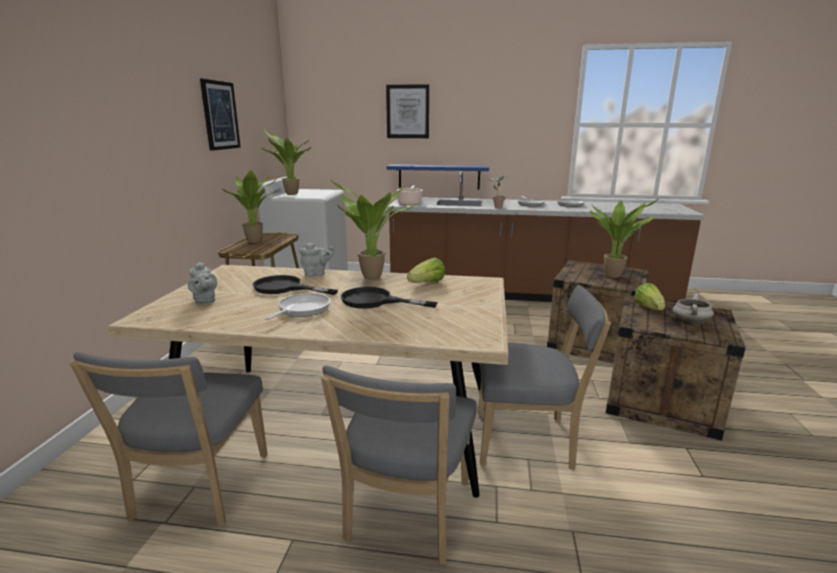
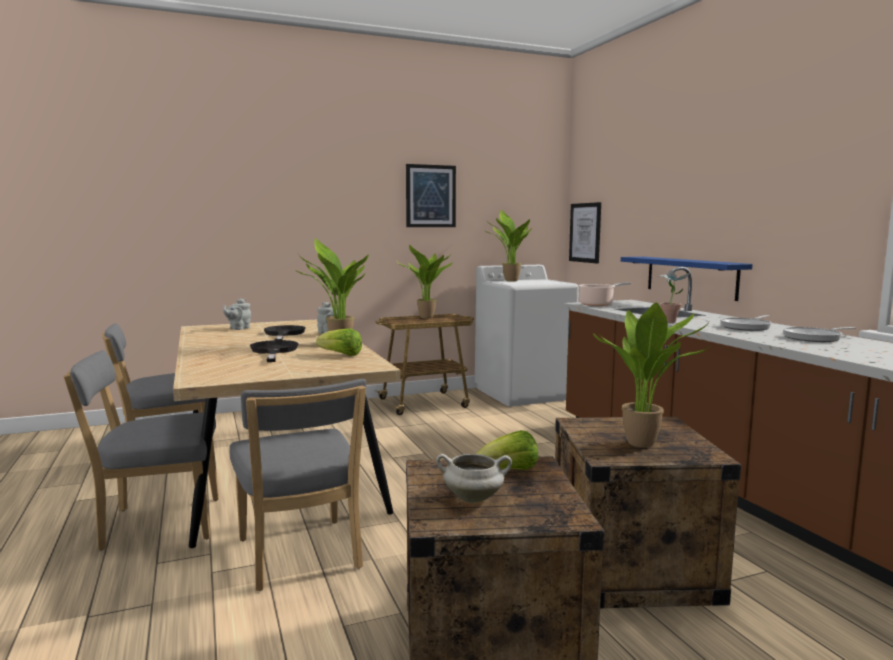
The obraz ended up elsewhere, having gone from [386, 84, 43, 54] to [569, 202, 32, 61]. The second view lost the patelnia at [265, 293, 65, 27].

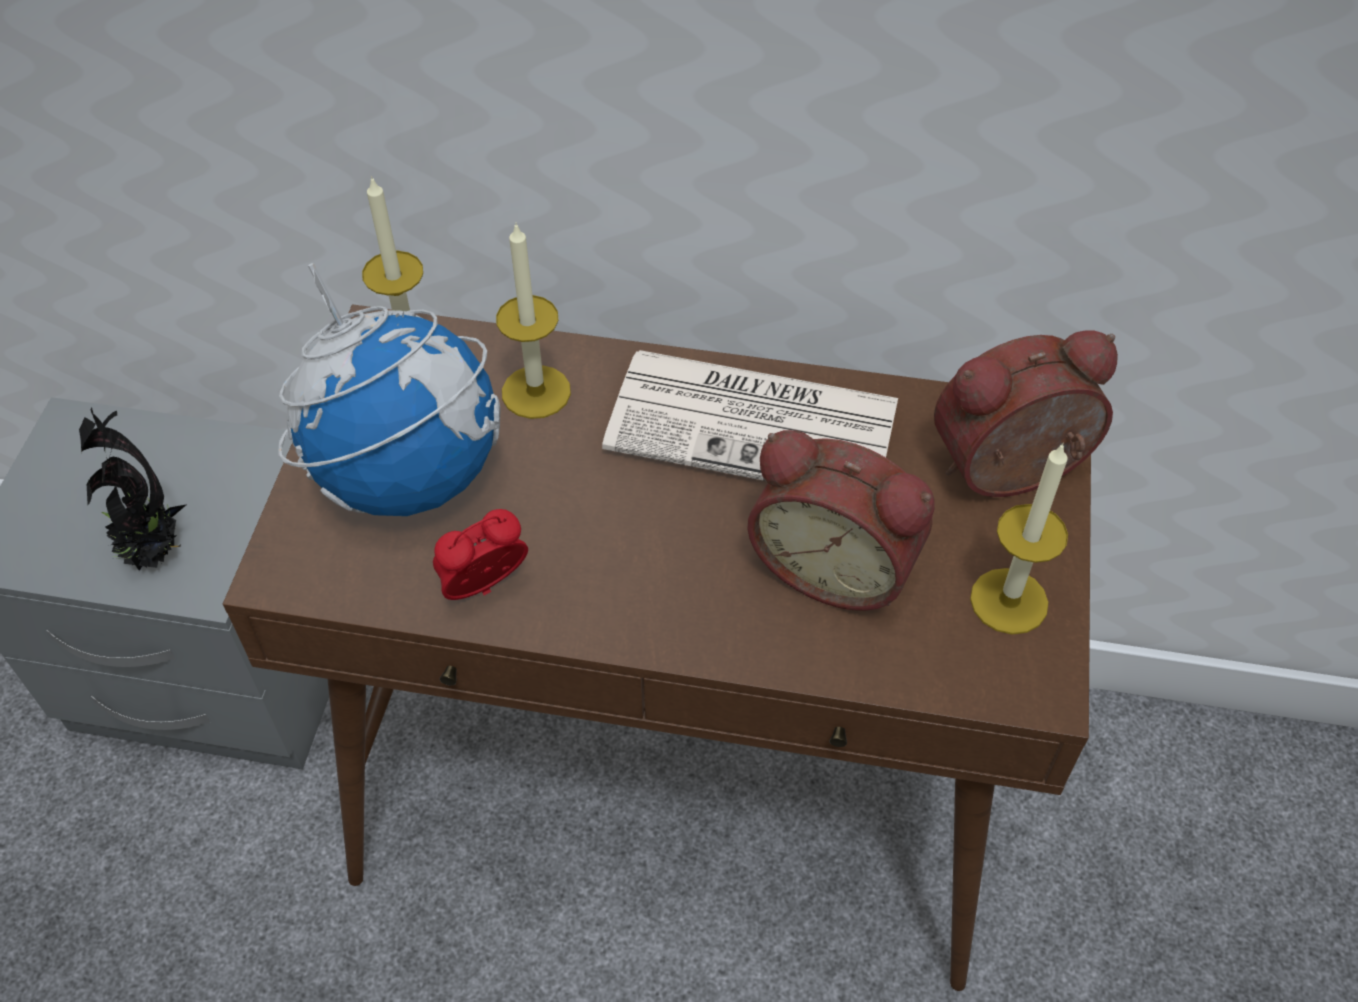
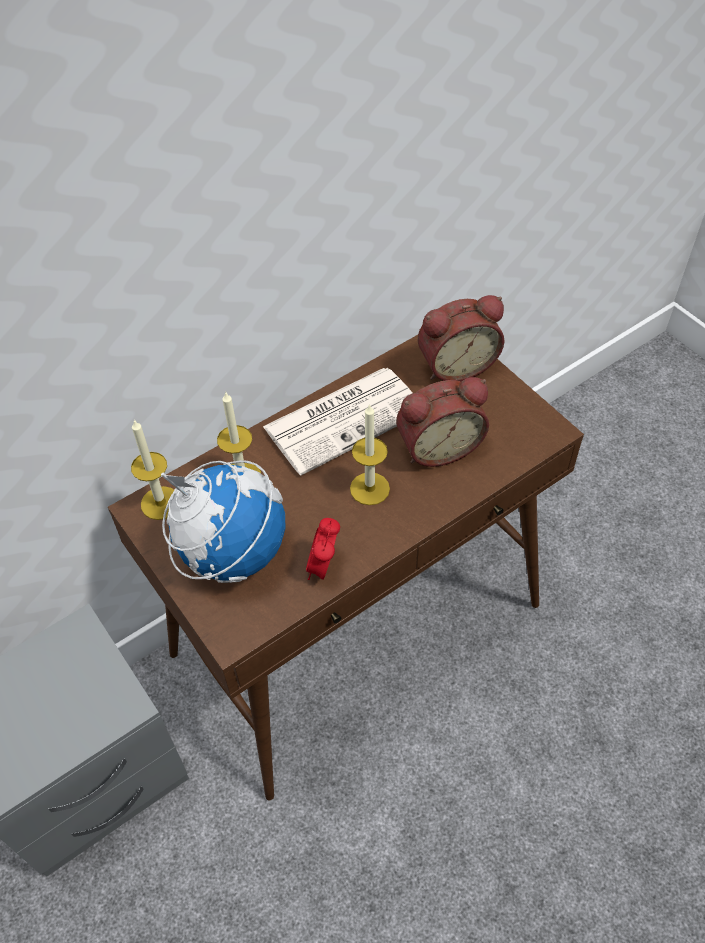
The świeca ended up elsewhere, having gone from [970, 443, 98, 191] to [350, 404, 40, 101]. The budzik at [934, 331, 184, 166] ended up facing another way, 135 degrees counterclockwise from before. The second view lost the roślina doniczkowa at [79, 408, 107, 163].

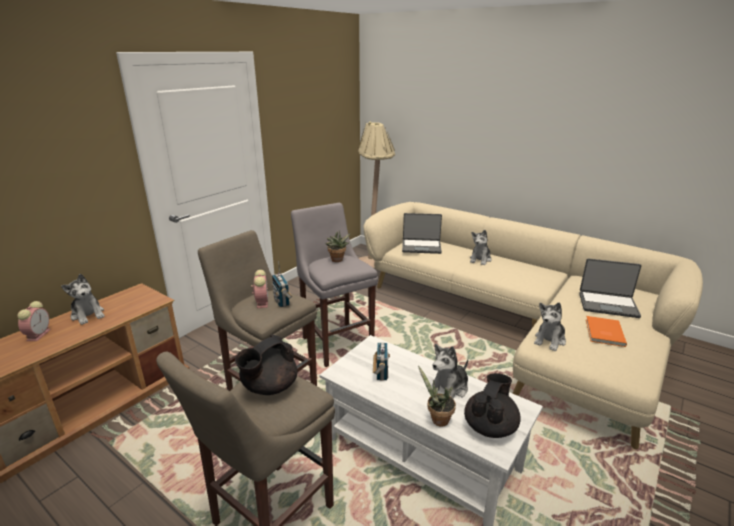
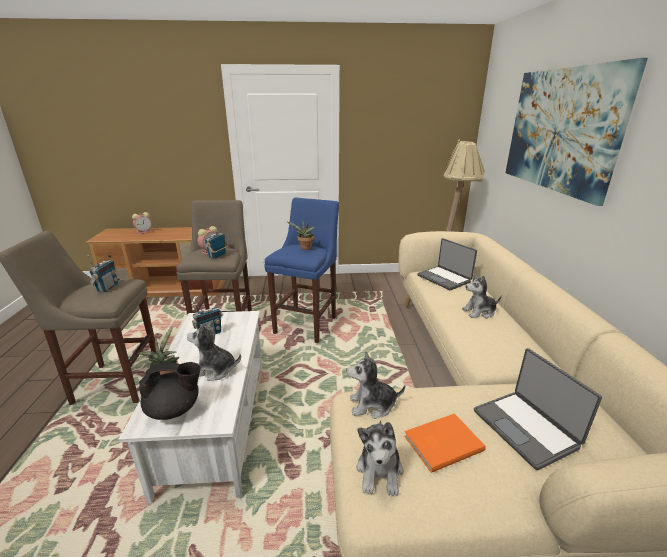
Where the imbryk [czarny] stood at [235, 335, 62, 60], the radio came to stand at [88, 255, 30, 37]. What was the stołek [szary] at [291, 203, 87, 164] turned into the stołek [niebieski] at [264, 197, 75, 146]. The pluszak ended up elsewhere, having gone from [61, 274, 44, 51] to [357, 420, 46, 76]. The second view gained the obraz at [506, 58, 142, 148].

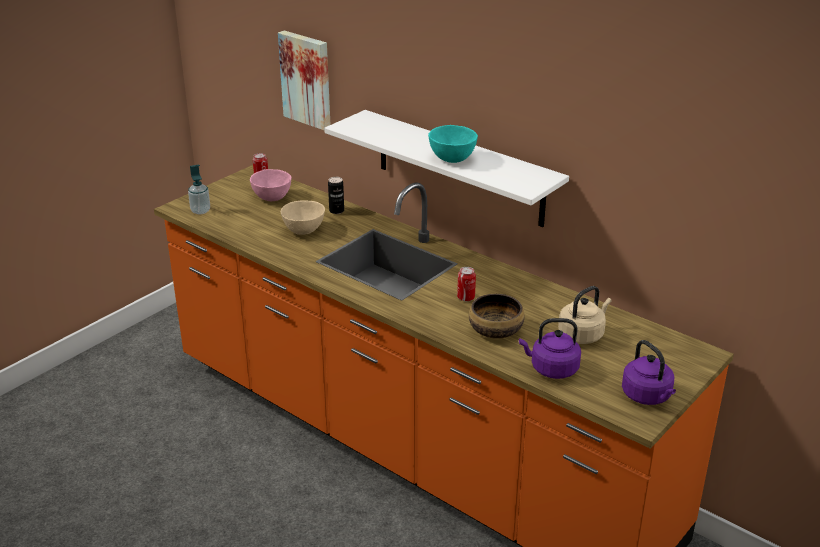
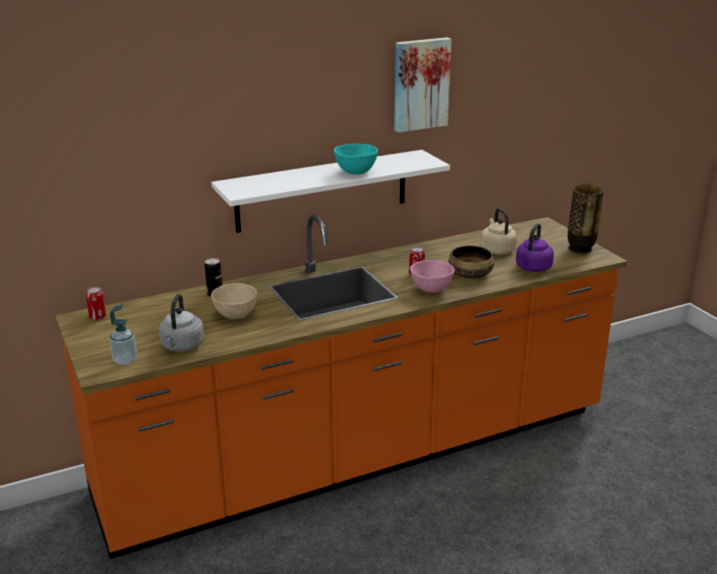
The second view gained the czajnik [szary] at [159, 294, 45, 58]. The obraz ended up elsewhere, having gone from [278, 31, 52, 99] to [394, 37, 58, 96]. The miska [różowy] ended up elsewhere, having gone from [250, 169, 41, 32] to [410, 260, 45, 33]. Where the czajnik [fioletowy] stood at [622, 340, 54, 65], the wazon came to stand at [568, 183, 36, 71].

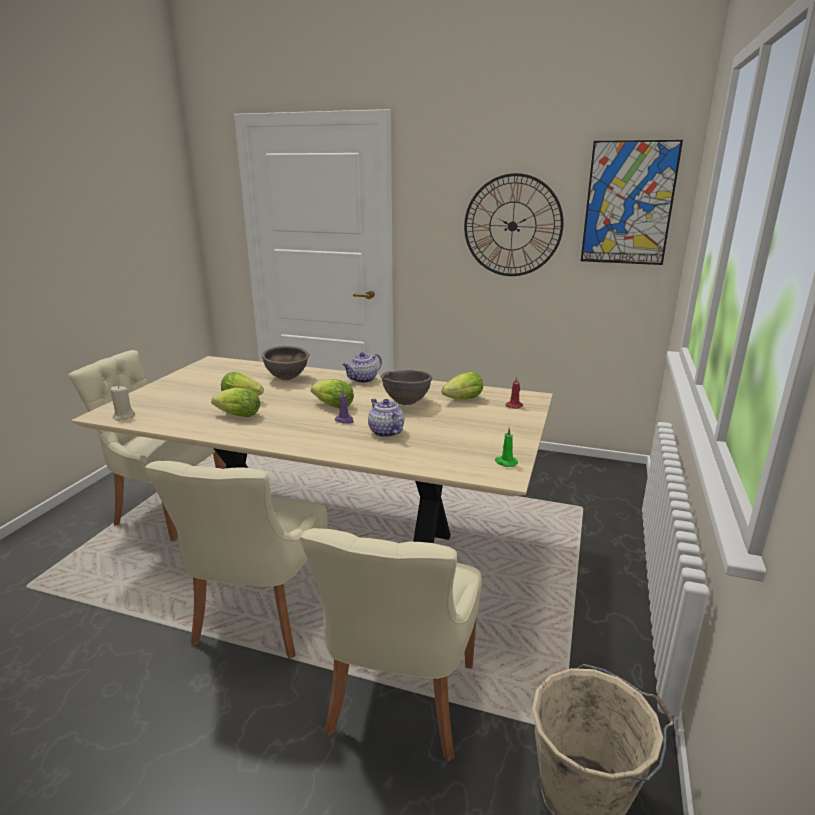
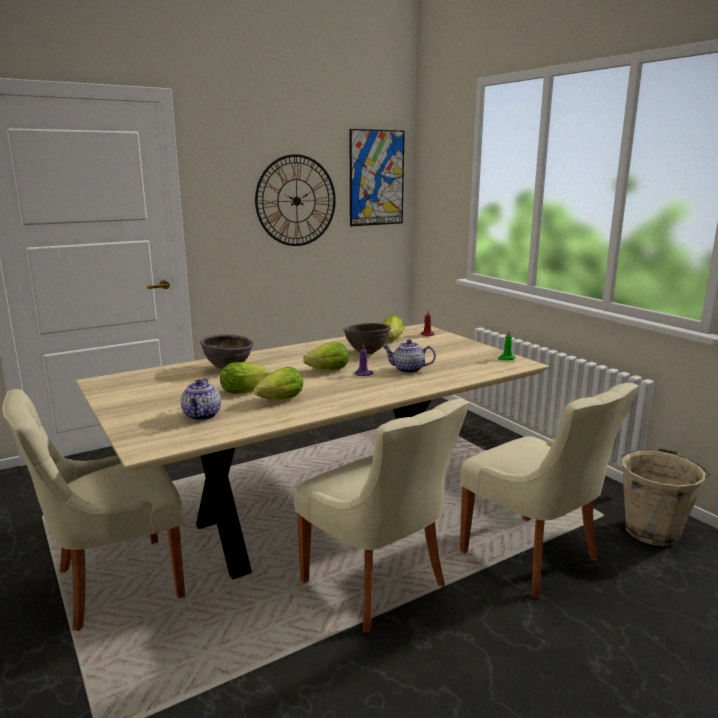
The imbryk ended up elsewhere, having gone from [343, 352, 39, 31] to [181, 378, 40, 42]. The second view lost the świeca [beżowy] at [111, 386, 24, 35].

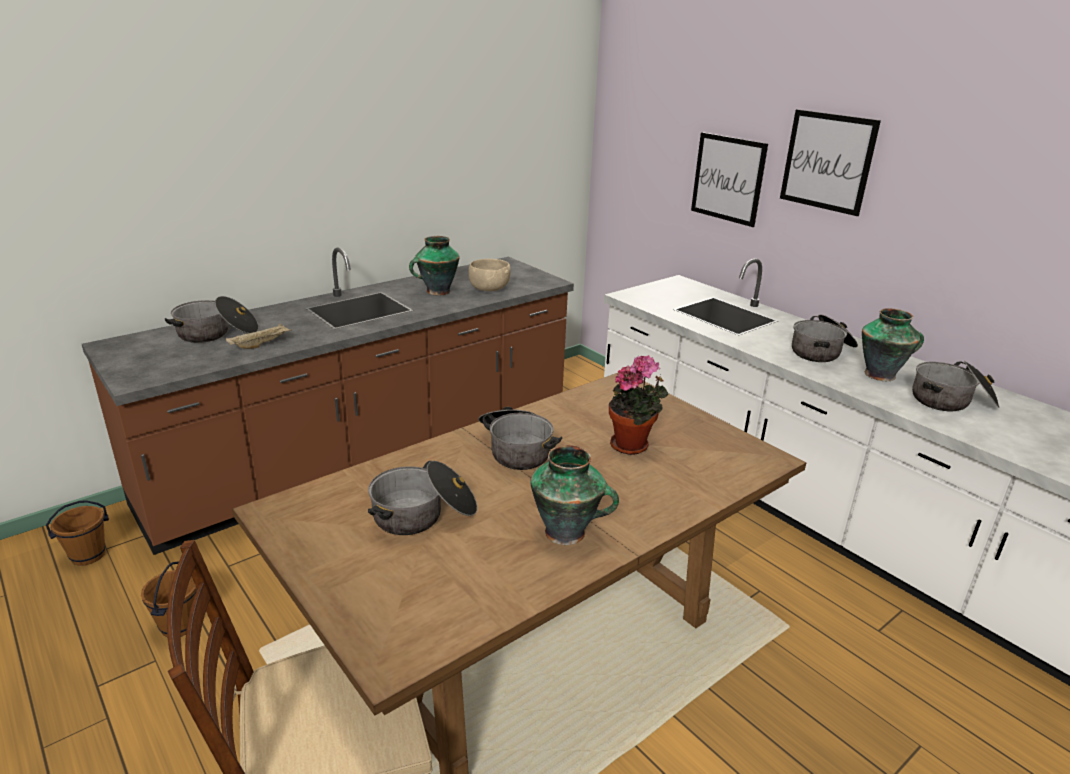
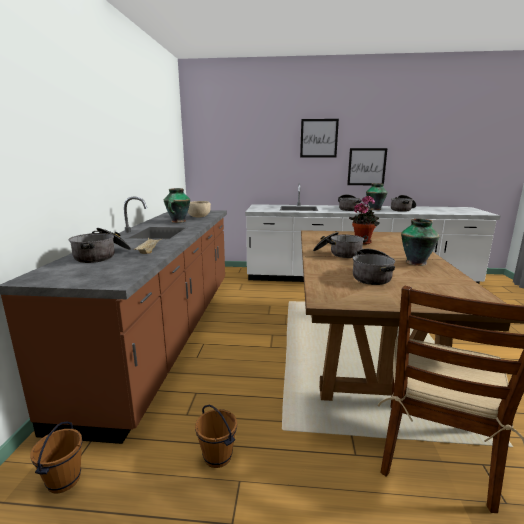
The obraz ended up elsewhere, having gone from [691, 132, 77, 95] to [347, 148, 40, 38].

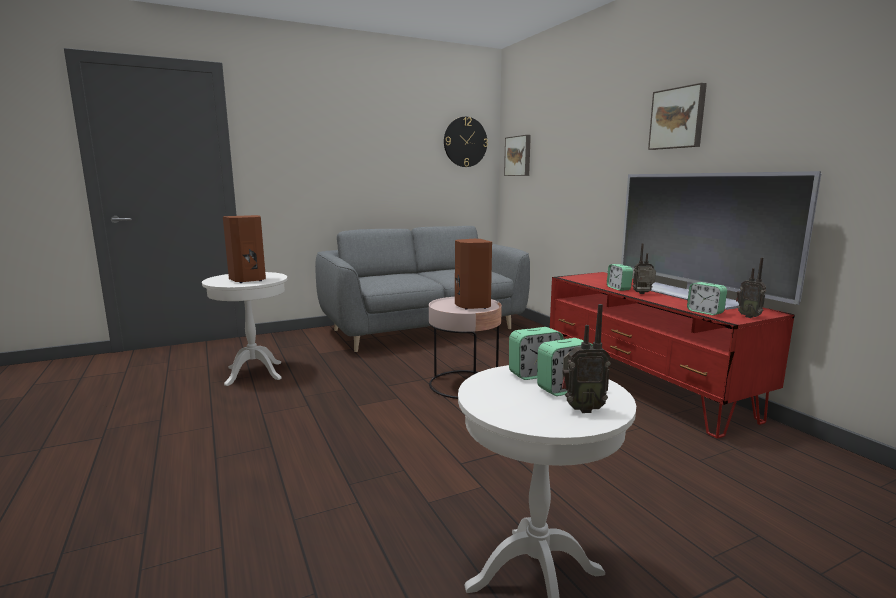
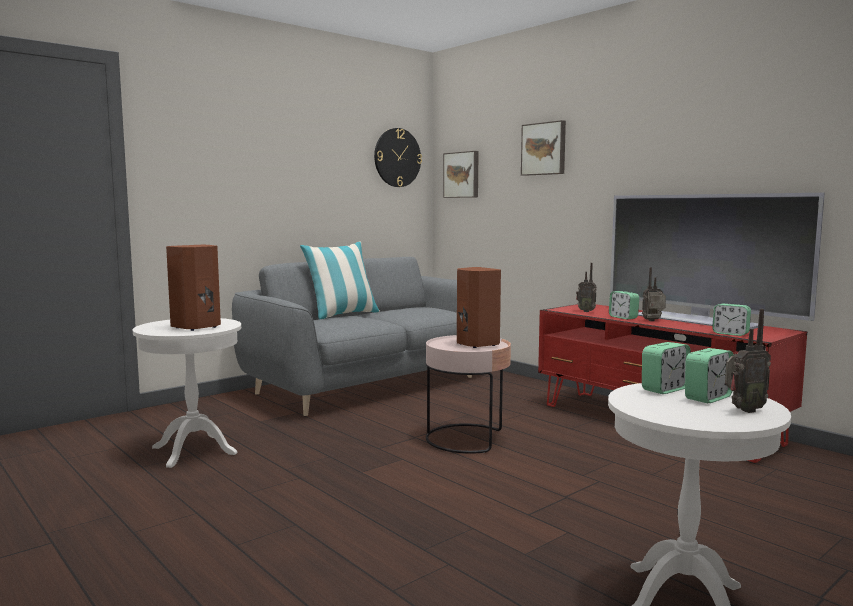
The second view gained the poduszka at [300, 241, 80, 78]. The obraz ended up elsewhere, having gone from [648, 83, 59, 67] to [521, 120, 45, 56]. The radio ended up elsewhere, having gone from [736, 257, 30, 61] to [576, 263, 21, 49].

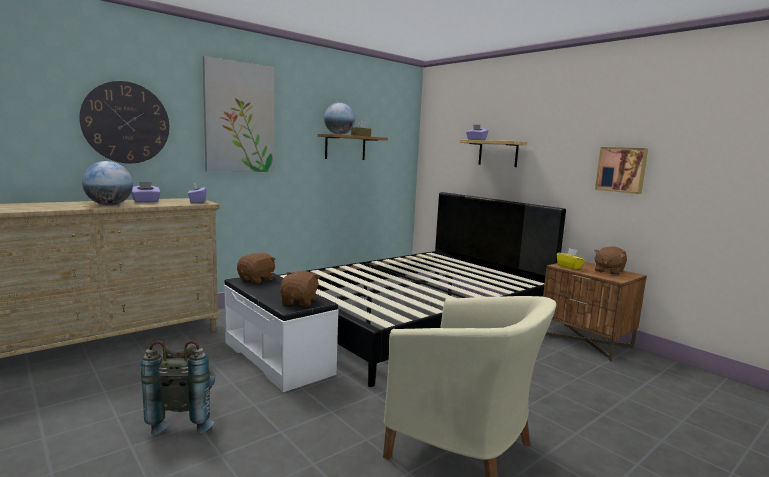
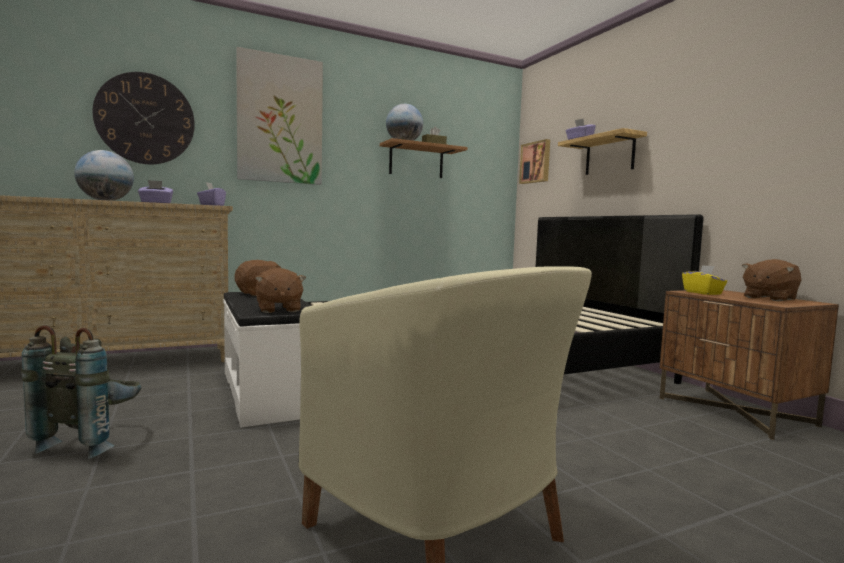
The pluszak [brązowy] at [280, 271, 41, 36] ended up facing another way, 135 degrees clockwise from before. The obraz ended up elsewhere, having gone from [595, 147, 53, 47] to [519, 139, 31, 45].

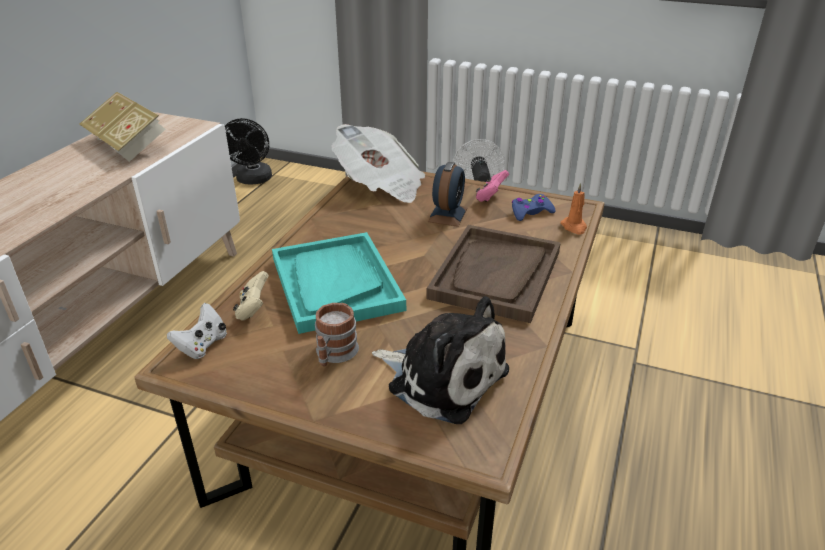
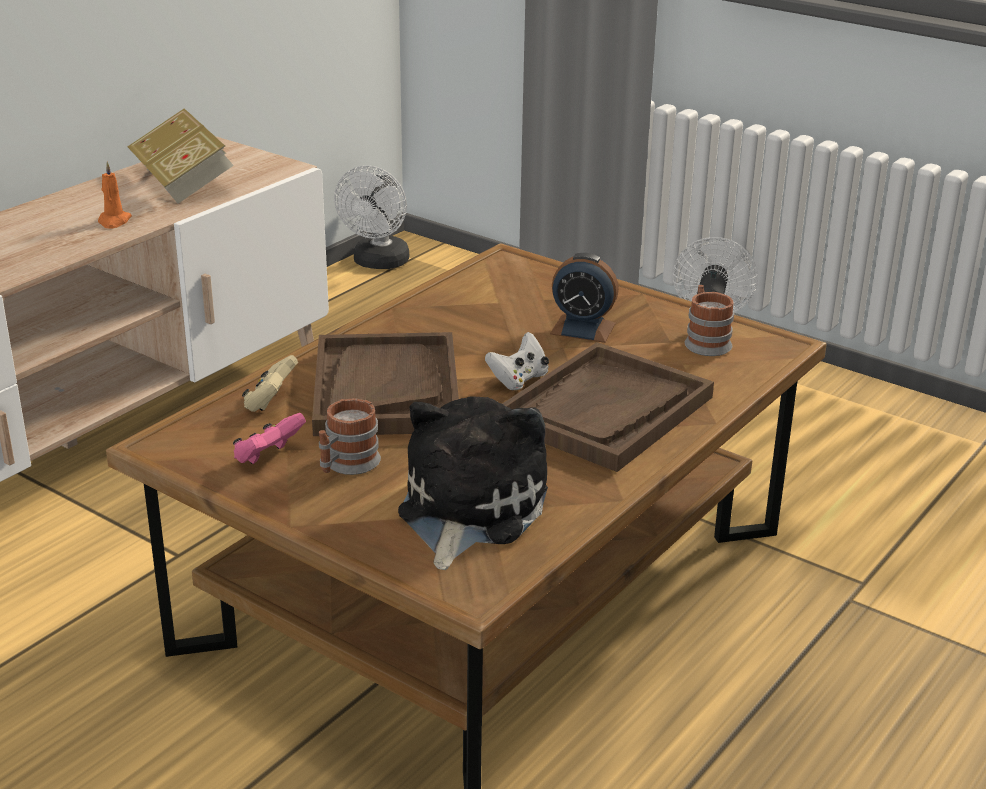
The świeca [pomarańczowy] ended up elsewhere, having gone from [560, 183, 27, 51] to [98, 162, 34, 66]. The pad do gier [różowy] ended up elsewhere, having gone from [476, 170, 33, 32] to [233, 413, 73, 51]. What was the taca [turkusowy] at [272, 232, 134, 102] turned into the taca [brązowy] at [312, 332, 147, 104]. What was the wentylator [czarny] at [225, 118, 47, 66] turned into the wentylator [biały] at [334, 166, 75, 103]. The pluszak at [372, 296, 137, 128] ended up facing another way, 120 degrees counterclockwise from before. The pad do gier [biały] ended up elsewhere, having gone from [167, 303, 60, 56] to [485, 332, 64, 58]. The budzik at [428, 162, 39, 65] ended up facing another way, 75 degrees clockwise from before. Where the pad do gier [niebieski] stood at [512, 194, 44, 27], the kubek came to stand at [685, 285, 49, 71]. The second view lost the gazeta at [331, 124, 94, 79].

